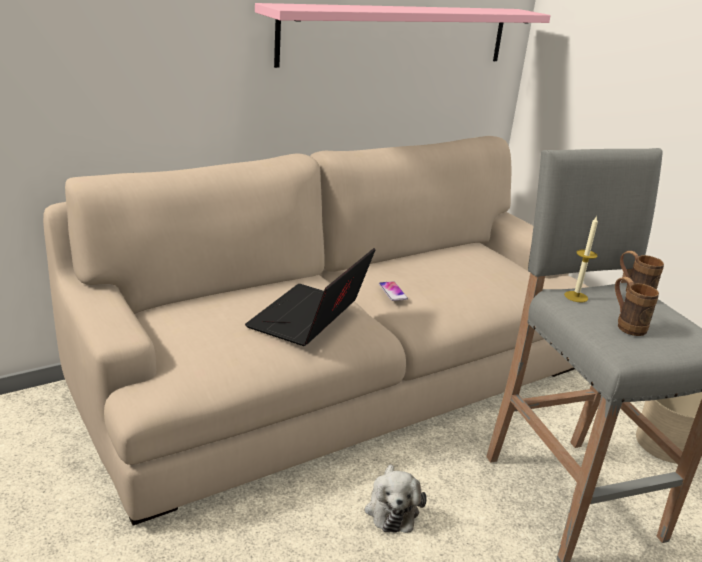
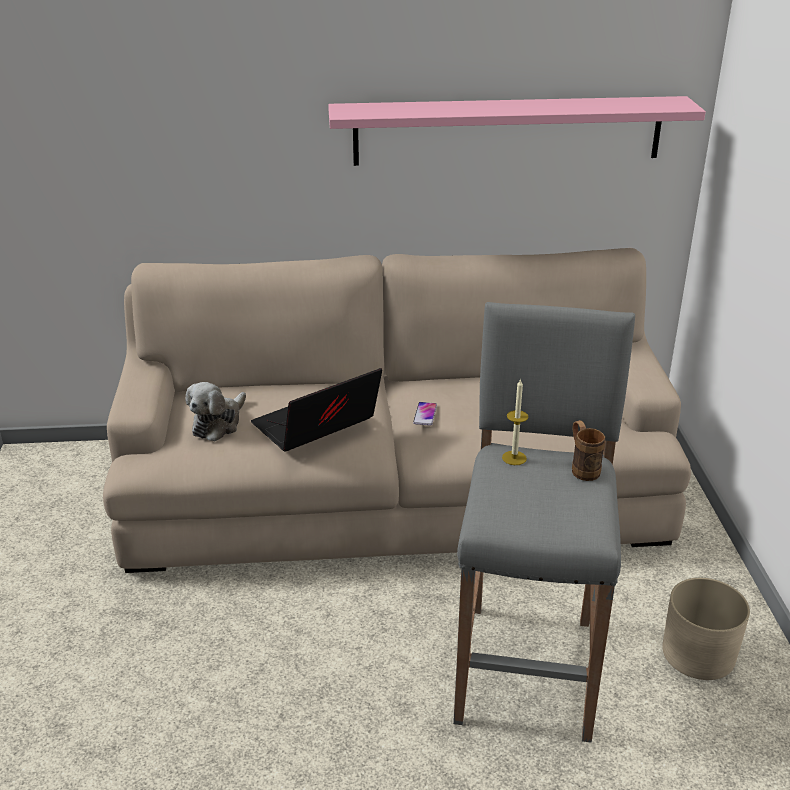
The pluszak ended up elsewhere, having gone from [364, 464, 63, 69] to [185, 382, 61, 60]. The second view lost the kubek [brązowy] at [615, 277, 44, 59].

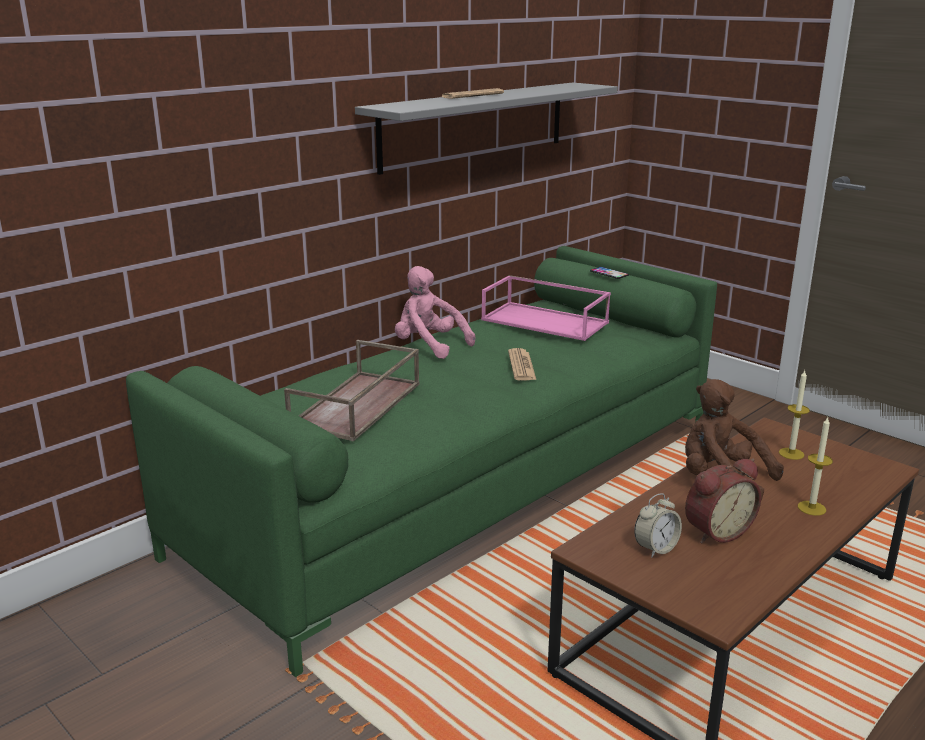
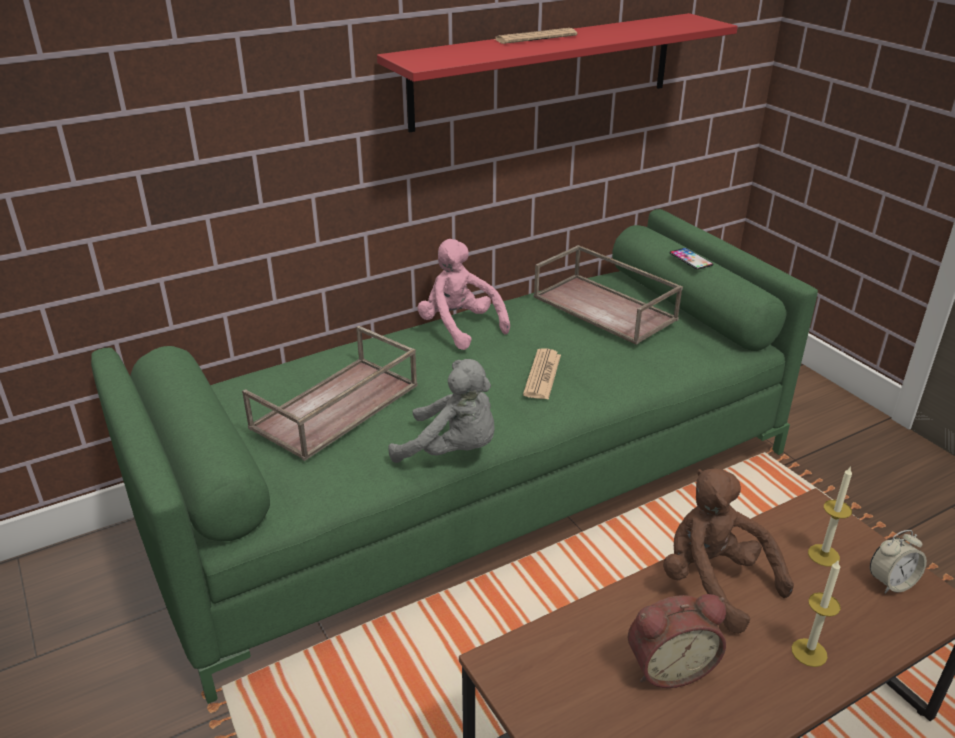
What was the półka [szary] at [355, 83, 263, 92] turned into the półka [czerwony] at [377, 13, 361, 120]. The second view gained the pluszak [szary] at [388, 359, 107, 104]. What was the taca [różowy] at [481, 275, 130, 66] turned into the taca [brązowy] at [534, 245, 149, 100]. The budzik ended up elsewhere, having gone from [634, 493, 48, 65] to [870, 530, 57, 63].

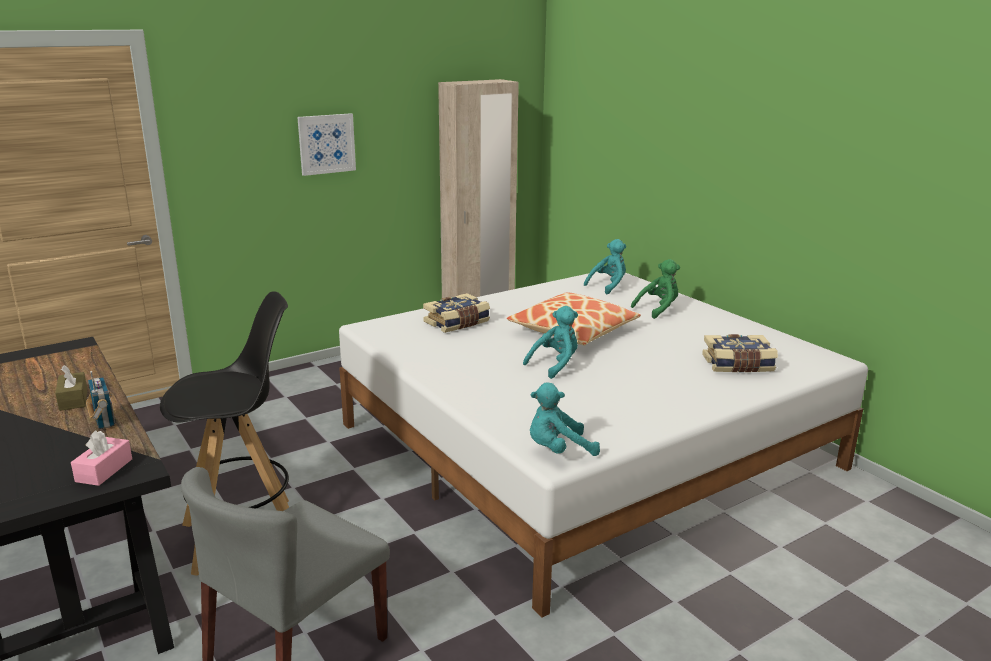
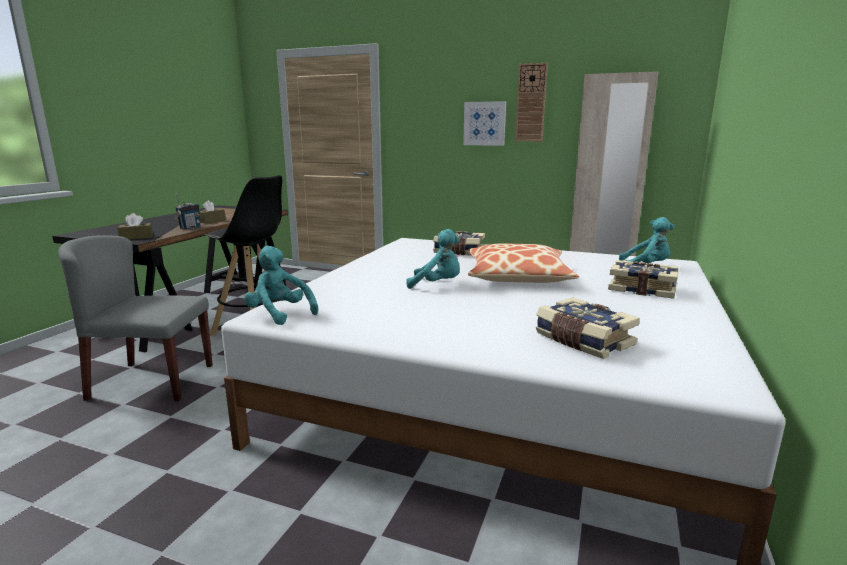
What was the pudełko chusteczek [różowy] at [71, 430, 61, 56] turned into the pudełko chusteczek [brązowy] at [117, 213, 36, 26]. The second view gained the zegar ścienny at [515, 63, 33, 78]. Where the pluszak [zielony] stood at [631, 259, 49, 60], the książka came to stand at [608, 260, 71, 39].

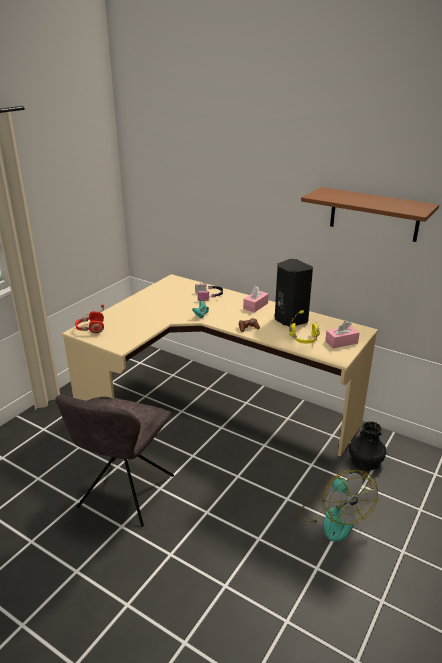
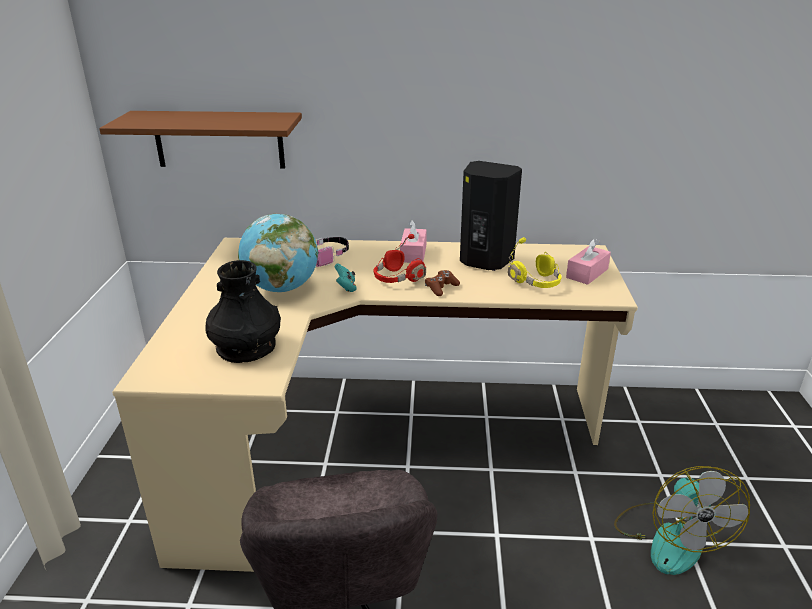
The półka [brązowy] ended up elsewhere, having gone from [301, 187, 138, 55] to [99, 111, 203, 58]. The wazon [czarny] ended up elsewhere, having gone from [349, 421, 37, 49] to [205, 260, 76, 103]. The second view gained the globus at [238, 214, 80, 78]. The słuchawki [czerwony] ended up elsewhere, having gone from [75, 304, 29, 29] to [373, 234, 53, 49]. The wentylator at [299, 470, 79, 72] ended up facing another way, 45 degrees clockwise from before.

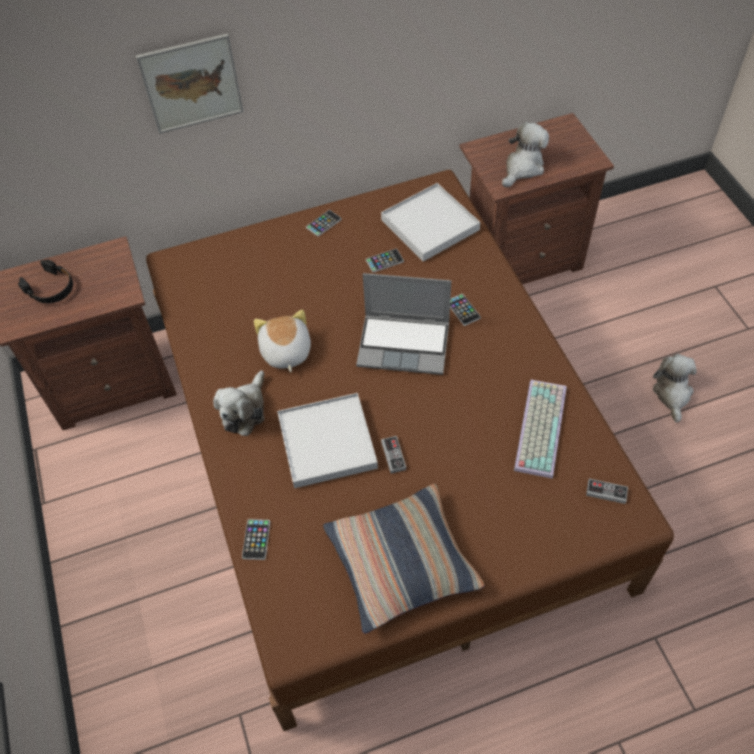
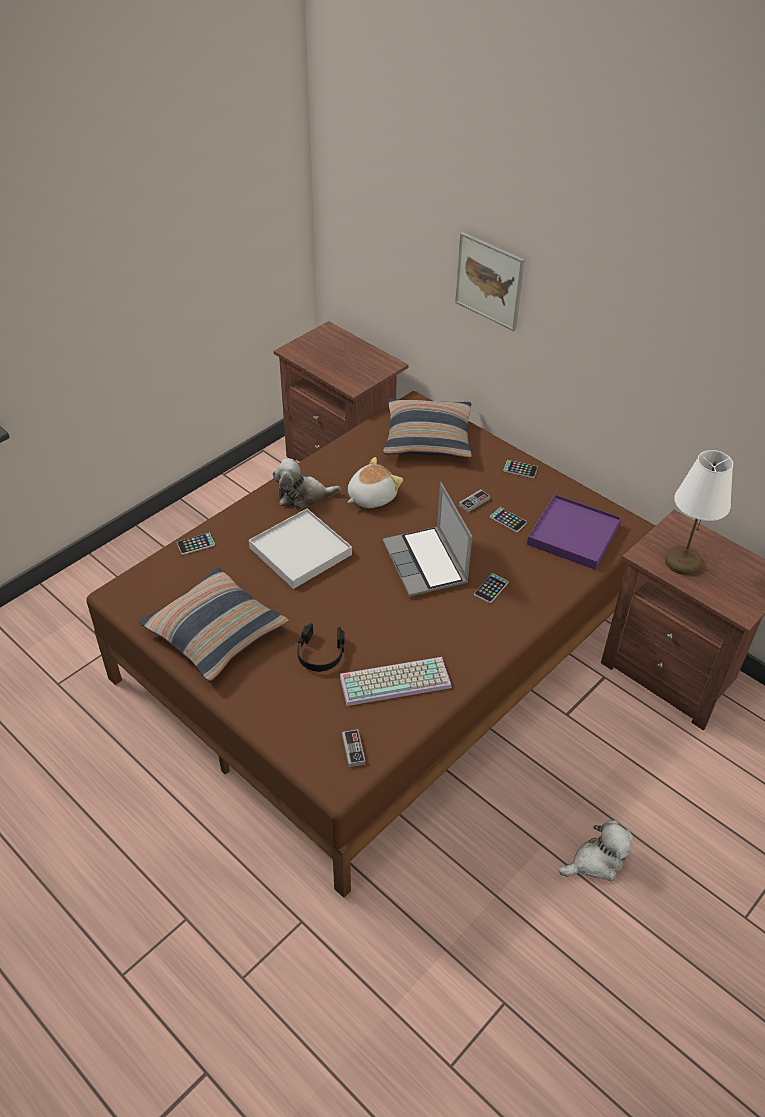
The słuchawki [czarny] ended up elsewhere, having gone from [18, 260, 55, 43] to [297, 623, 48, 49]. The second view gained the poduszka at [383, 398, 89, 59]. The pad do gier ended up elsewhere, having gone from [381, 436, 25, 37] to [459, 490, 31, 22]. What was the taca [biały] at [381, 183, 99, 79] turned into the taca [fioletowy] at [527, 494, 95, 76]. Where the pluszak stood at [502, 122, 47, 65], the lampa stołowa [biały] came to stand at [665, 450, 68, 125].

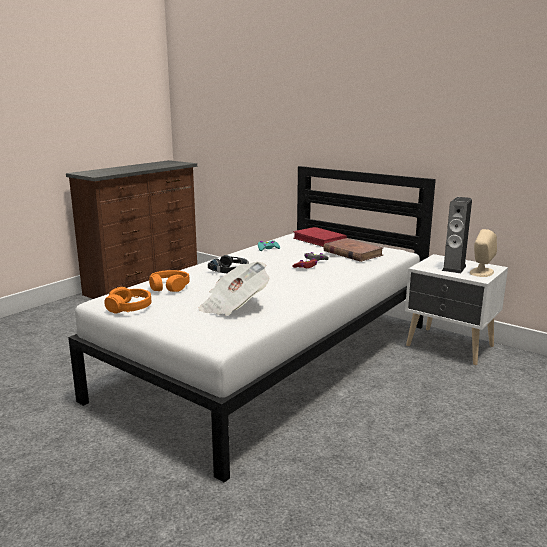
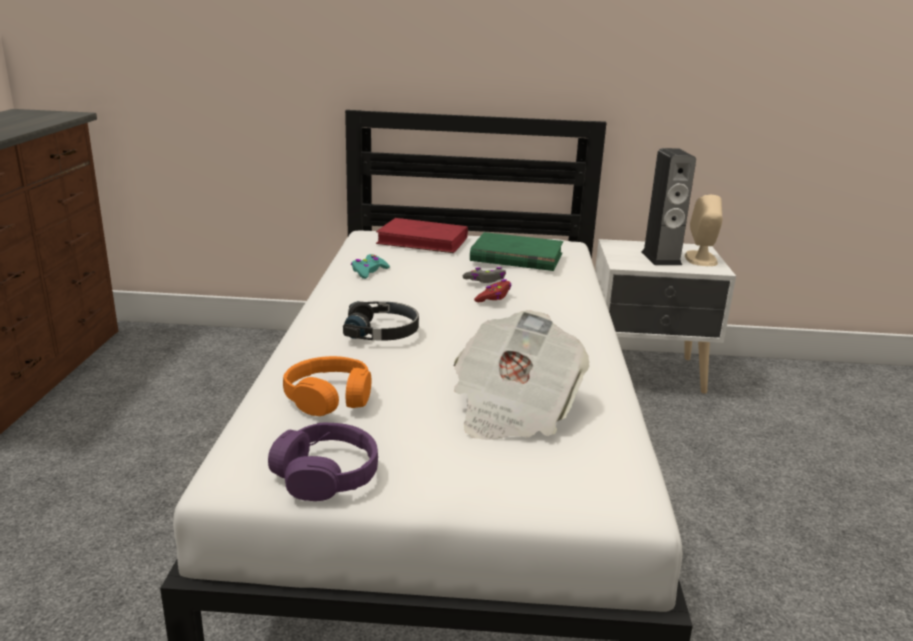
What was the słuchawki [pomarańczowy] at [104, 287, 47, 27] turned into the słuchawki [fioletowy] at [268, 422, 110, 79]. What was the książka [brązowy] at [323, 238, 61, 24] turned into the książka [zielony] at [470, 232, 93, 39].

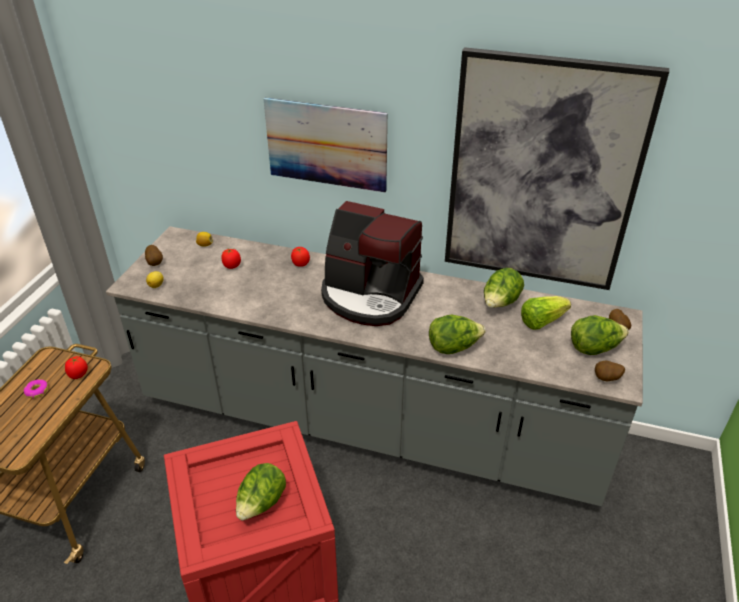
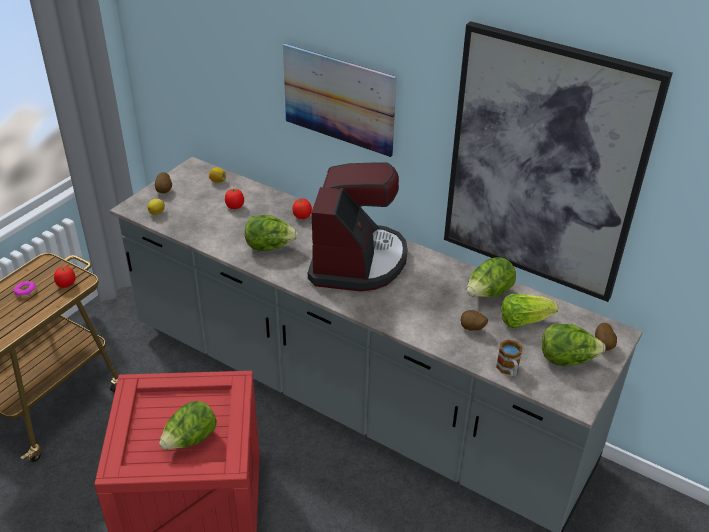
The sałata ended up elsewhere, having gone from [429, 314, 57, 40] to [245, 215, 54, 36]. The ekspres do kawy at [321, 201, 103, 125] ended up facing another way, 120 degrees counterclockwise from before. The ziemniak ended up elsewhere, having gone from [595, 361, 30, 20] to [460, 310, 28, 21]. The second view gained the kubek at [496, 340, 26, 38].

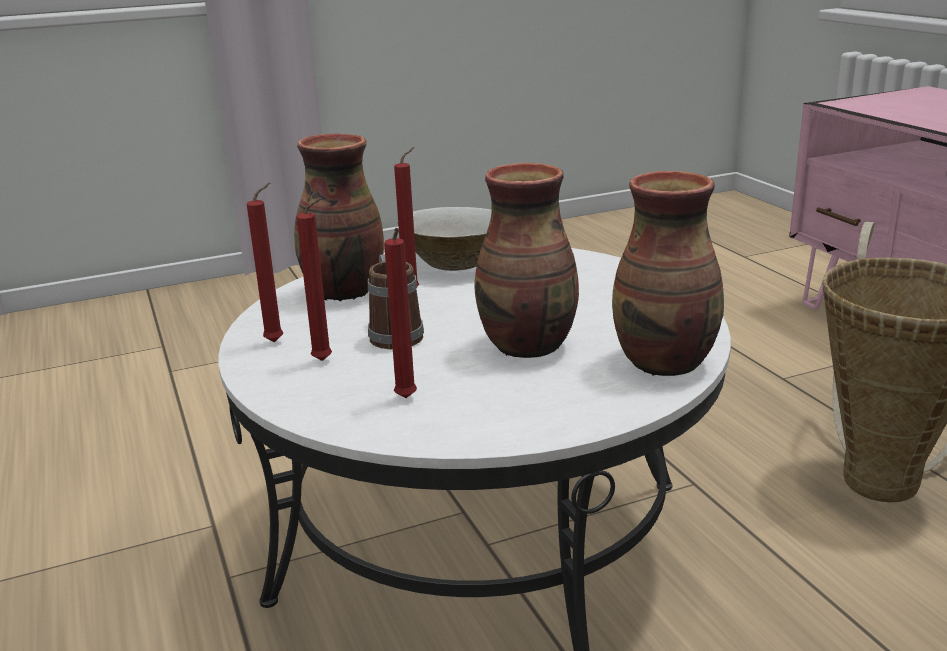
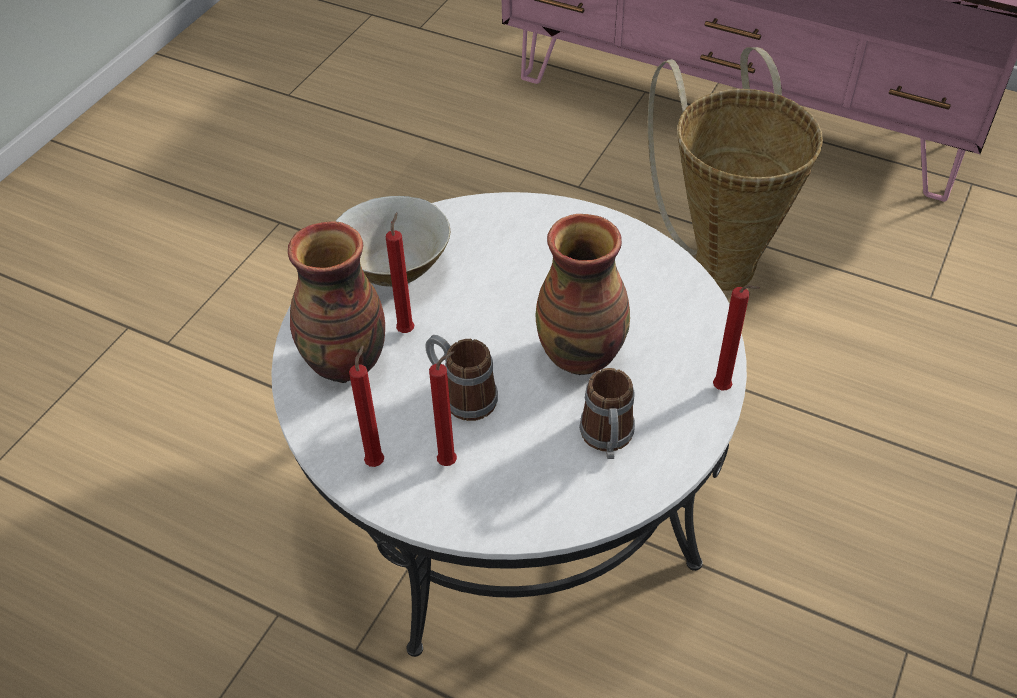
The second view gained the kubek at [579, 368, 56, 91]. The świeca [czerwony] ended up elsewhere, having gone from [384, 228, 33, 170] to [713, 285, 47, 106]. The second view lost the wazon at [612, 171, 112, 205].

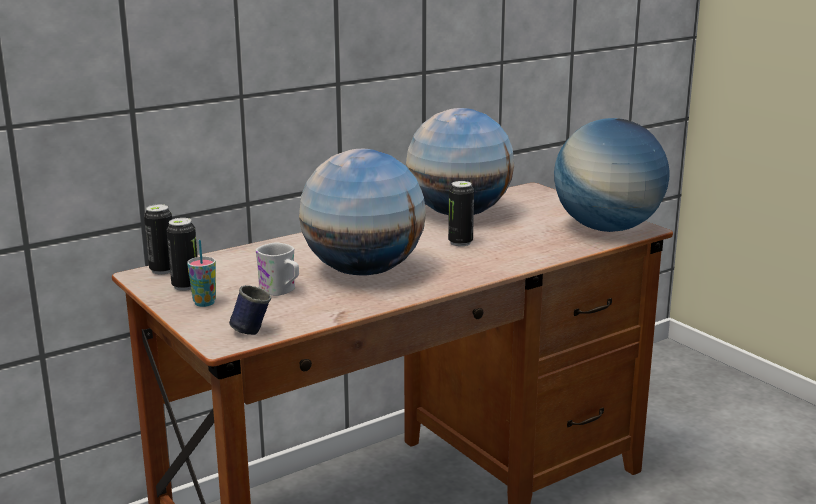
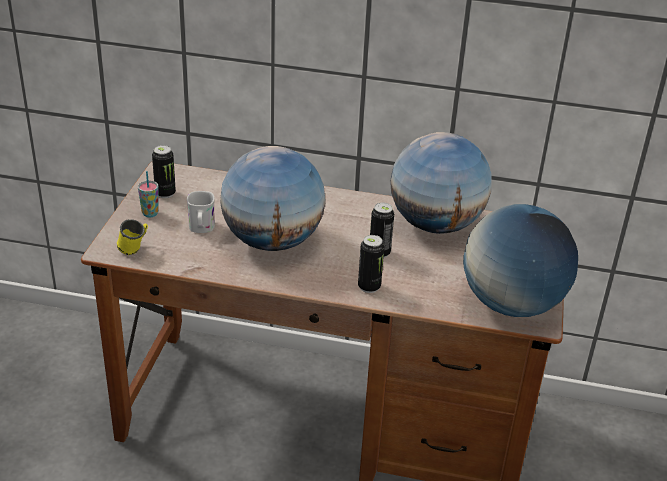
What was the kubek [niebieski] at [229, 285, 42, 50] turned into the kubek [żółty] at [117, 219, 31, 36]. The puszka ended up elsewhere, having gone from [144, 204, 28, 70] to [358, 235, 26, 58].

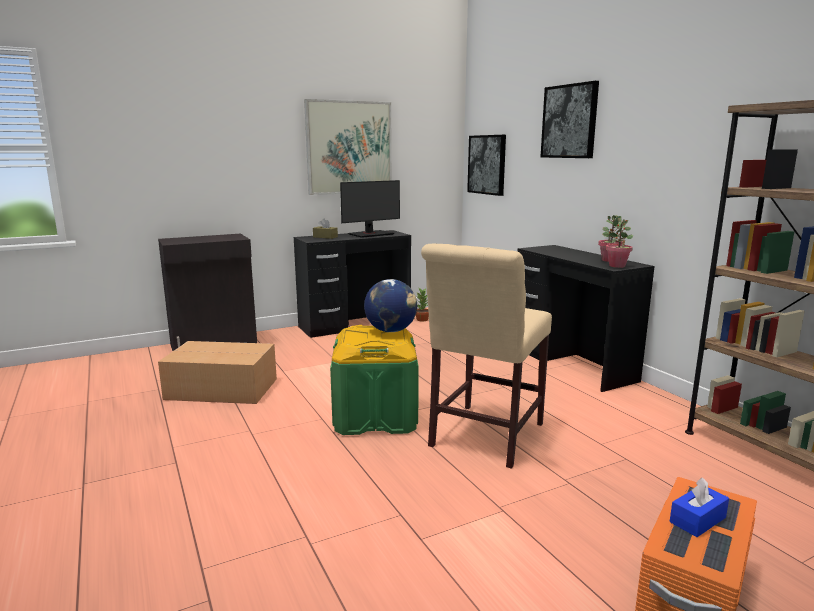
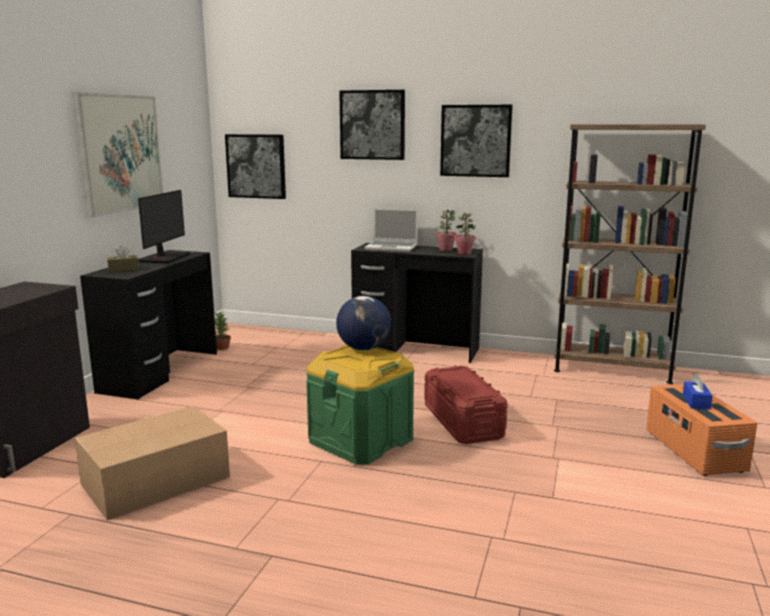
The second view gained the laptop at [365, 208, 53, 44]. Where the krzesło [beżowy] stood at [421, 244, 131, 225], the pojemnik do przechowywania [czerwony] came to stand at [424, 365, 84, 79]. The second view gained the obraz at [440, 105, 73, 72].

